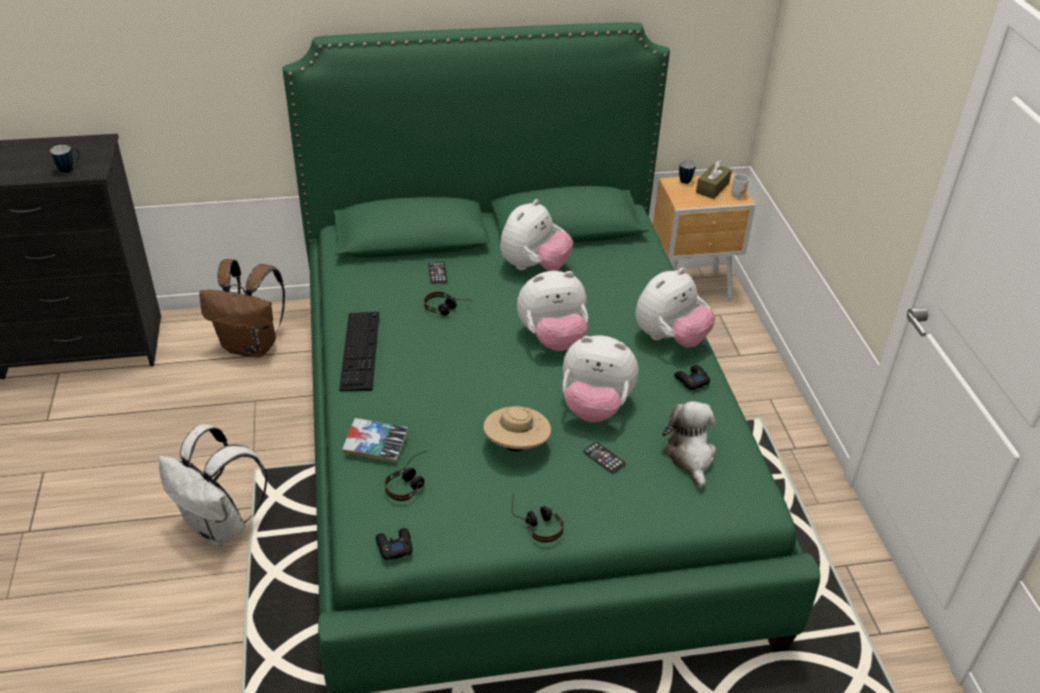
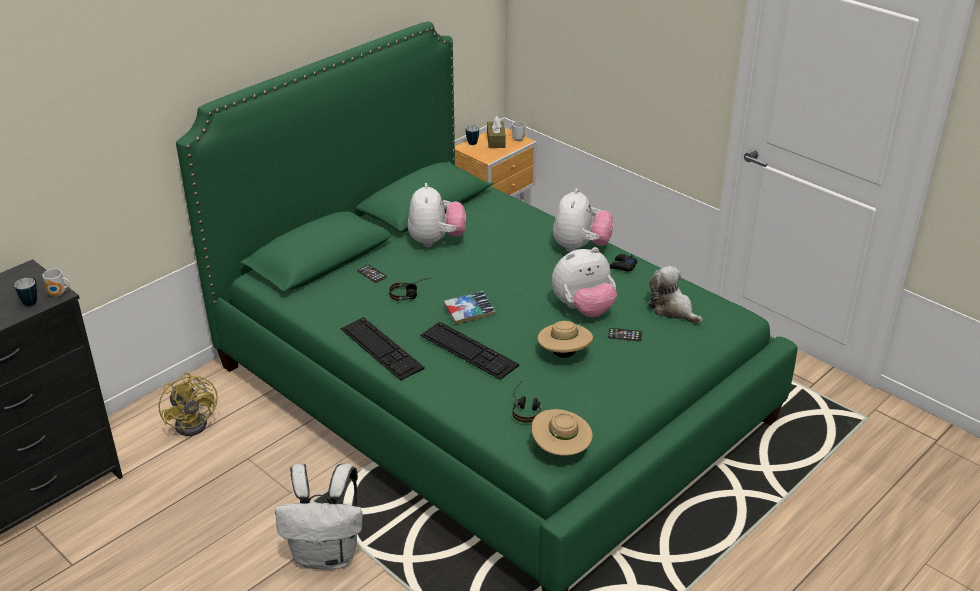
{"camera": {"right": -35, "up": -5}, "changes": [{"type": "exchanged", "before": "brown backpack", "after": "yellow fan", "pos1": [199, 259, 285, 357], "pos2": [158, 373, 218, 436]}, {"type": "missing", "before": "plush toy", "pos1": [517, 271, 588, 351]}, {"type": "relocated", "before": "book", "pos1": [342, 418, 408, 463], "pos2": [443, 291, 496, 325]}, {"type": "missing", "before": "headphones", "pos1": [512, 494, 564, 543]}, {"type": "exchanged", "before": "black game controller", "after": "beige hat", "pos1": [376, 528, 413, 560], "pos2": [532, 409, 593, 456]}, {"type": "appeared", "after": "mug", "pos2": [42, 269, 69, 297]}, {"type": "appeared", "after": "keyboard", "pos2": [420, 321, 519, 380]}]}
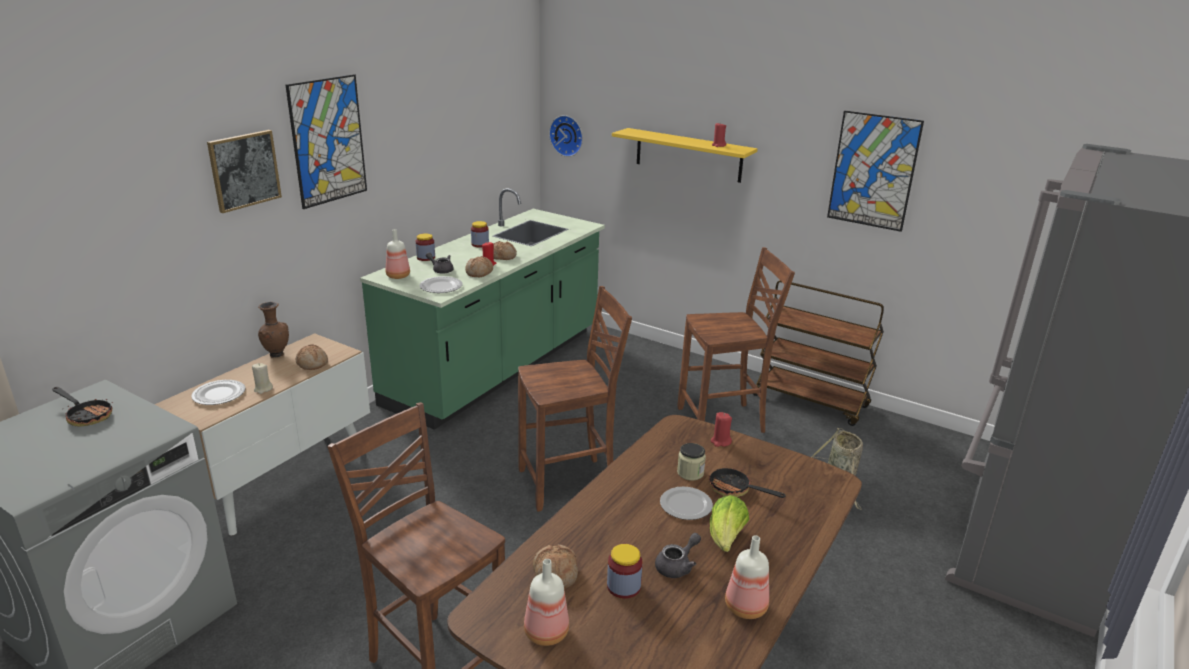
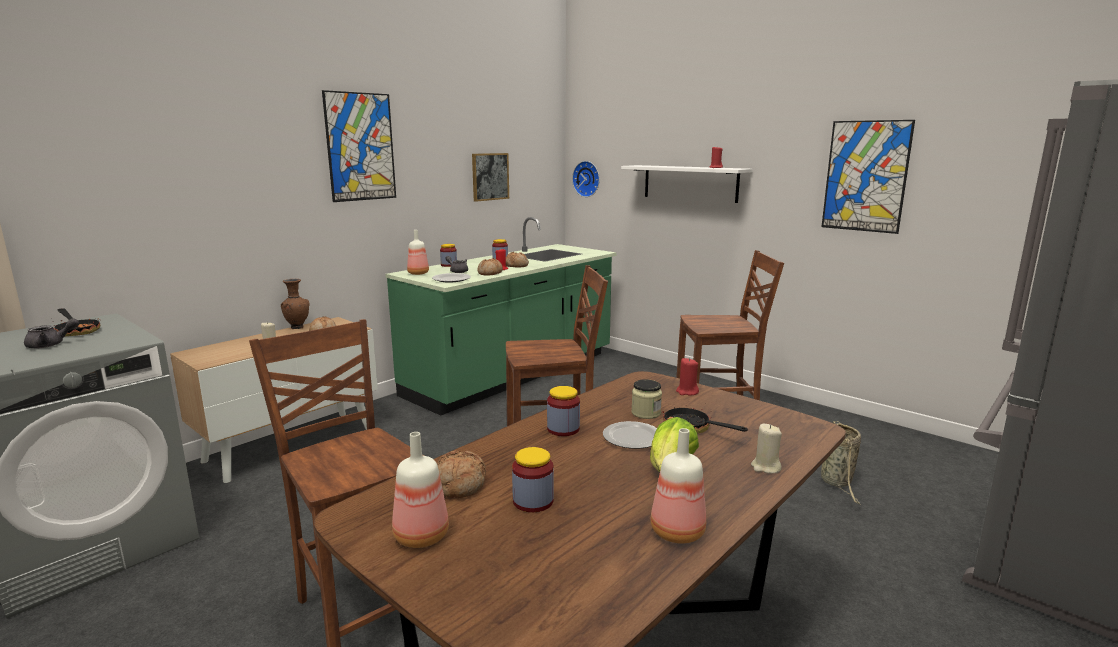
{"camera": {"right": 10, "up": -10}, "changes": [{"type": "colour", "before": "yellow shelf", "after": "white shelf", "pos1": [612, 128, 757, 183], "pos2": [621, 165, 753, 203]}, {"type": "relocated", "before": "picture", "pos1": [207, 130, 282, 213], "pos2": [472, 153, 509, 202]}, {"type": "missing", "before": "brown cart", "pos1": [753, 280, 884, 426]}, {"type": "missing", "before": "plate", "pos1": [191, 380, 245, 405]}, {"type": "relocated", "before": "grey teapot", "pos1": [655, 533, 701, 578], "pos2": [24, 318, 79, 348]}, {"type": "appeared", "after": "jar", "pos2": [547, 386, 580, 436]}, {"type": "appeared", "after": "beige candle", "pos2": [751, 424, 782, 474]}]}
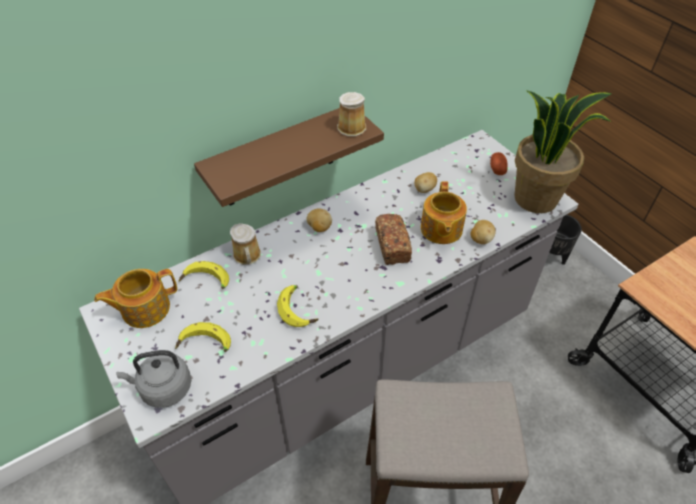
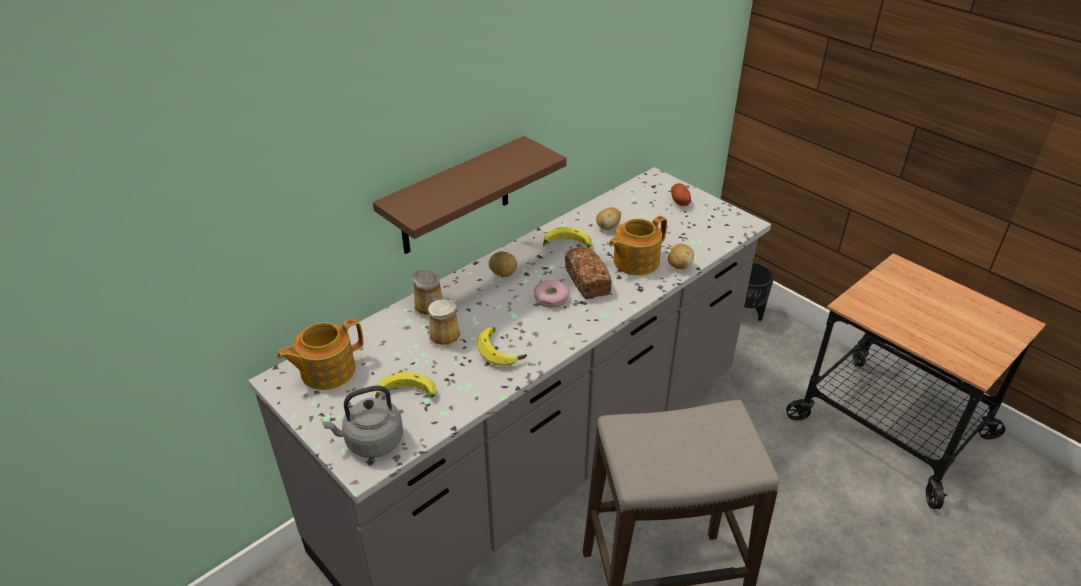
{"camera": {"right": -10, "up": -10}, "changes": [{"type": "missing", "before": "potted plant", "pos1": [514, 90, 612, 213]}, {"type": "relocated", "before": "mug", "pos1": [337, 92, 366, 137], "pos2": [428, 299, 461, 348]}, {"type": "spun", "before": "teapot", "pos1": [421, 181, 467, 244], "pos2": [609, 216, 667, 275], "turn": 60}, {"type": "relocated", "before": "banana", "pos1": [179, 261, 229, 289], "pos2": [543, 227, 592, 248]}, {"type": "appeared", "after": "donut", "pos2": [534, 280, 569, 308]}]}
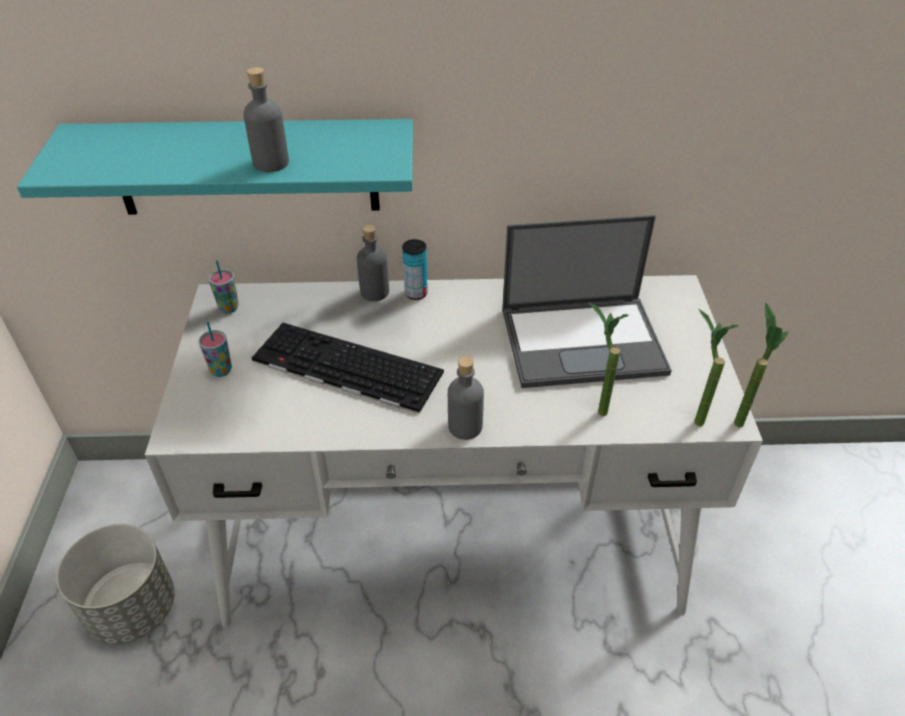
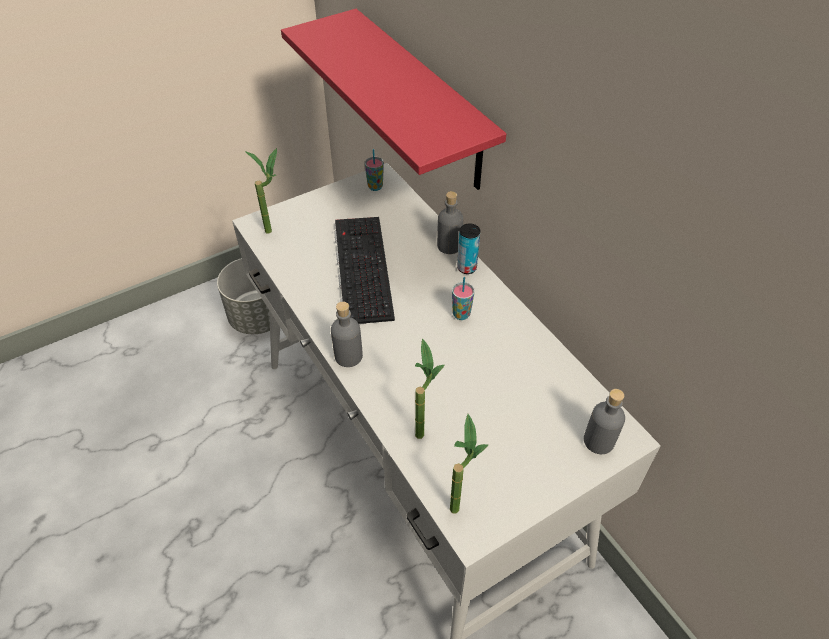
{"camera": {"right": 60, "up": 5}, "changes": [{"type": "relocated", "before": "grey bottle", "pos1": [243, 67, 289, 172], "pos2": [584, 389, 625, 454]}, {"type": "colour", "before": "turquoise shelf", "after": "red shelf", "pos1": [17, 119, 413, 215], "pos2": [281, 9, 506, 190]}, {"type": "missing", "before": "laptop", "pos1": [502, 215, 672, 388]}, {"type": "relocated", "before": "potted plant", "pos1": [734, 302, 789, 427], "pos2": [245, 148, 277, 233]}, {"type": "relocated", "before": "cup", "pos1": [199, 322, 232, 377], "pos2": [452, 277, 475, 320]}]}
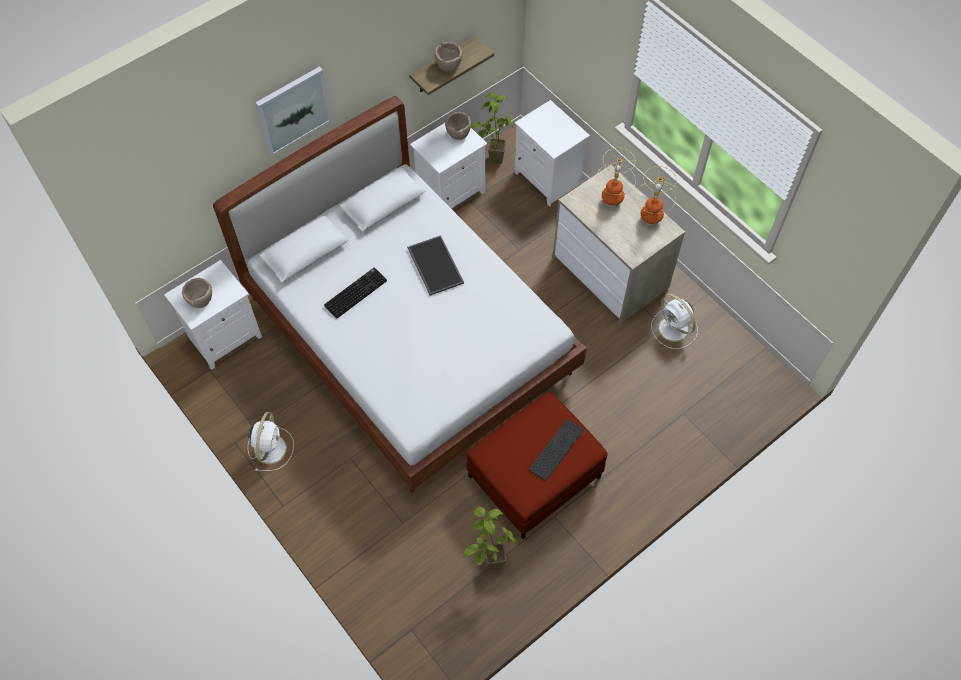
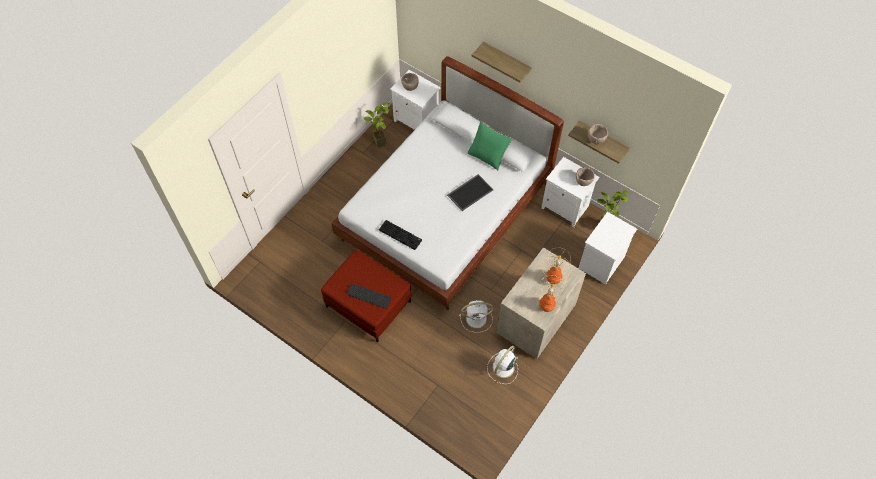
{"camera": {"right": 75, "up": 0}, "changes": [{"type": "exchanged", "before": "picture", "after": "shelf", "pos1": [255, 67, 332, 156], "pos2": [472, 42, 532, 83]}, {"type": "relocated", "before": "keyboard", "pos1": [324, 267, 387, 318], "pos2": [379, 220, 422, 250]}, {"type": "relocated", "before": "white fan", "pos1": [248, 412, 294, 471], "pos2": [459, 300, 493, 333]}, {"type": "relocated", "before": "potted plant", "pos1": [463, 507, 518, 570], "pos2": [364, 103, 389, 148]}, {"type": "appeared", "after": "green pillow", "pos2": [468, 122, 512, 170]}]}
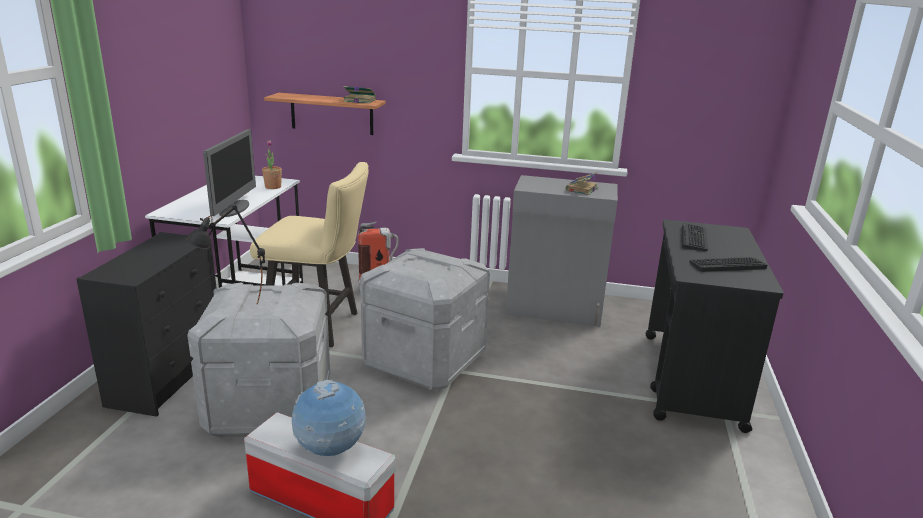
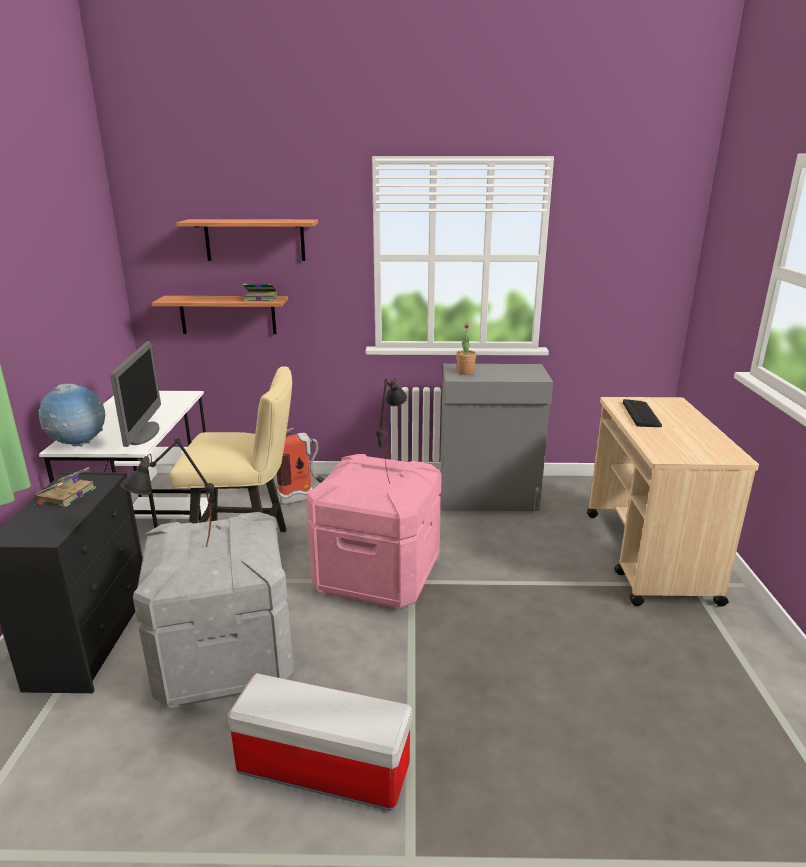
{"camera": {"right": -10, "up": 0}, "changes": [{"type": "relocated", "before": "potted plant", "pos1": [262, 140, 282, 189], "pos2": [456, 323, 476, 375]}, {"type": "relocated", "before": "book", "pos1": [566, 172, 598, 195], "pos2": [35, 467, 96, 507]}, {"type": "colour", "before": "black cart", "after": "beige cart", "pos1": [646, 220, 784, 433], "pos2": [587, 397, 759, 607]}, {"type": "colour", "before": "grey storage box", "after": "pink storage box", "pos1": [360, 248, 490, 390], "pos2": [306, 454, 442, 609]}, {"type": "missing", "before": "keyboard", "pos1": [689, 257, 767, 272]}, {"type": "relocated", "before": "globe", "pos1": [292, 380, 366, 456], "pos2": [38, 384, 105, 447]}, {"type": "appeared", "after": "shelf", "pos2": [176, 219, 318, 261]}, {"type": "appeared", "after": "black table lamp", "pos2": [376, 378, 407, 484]}]}
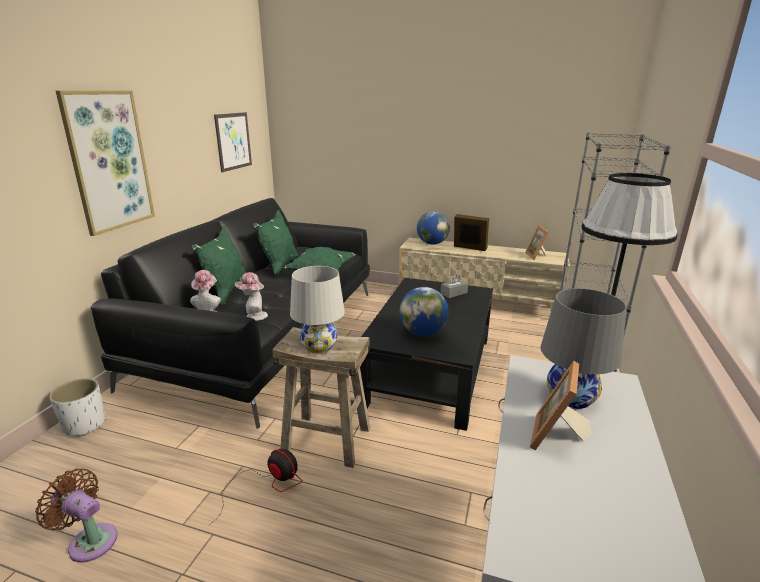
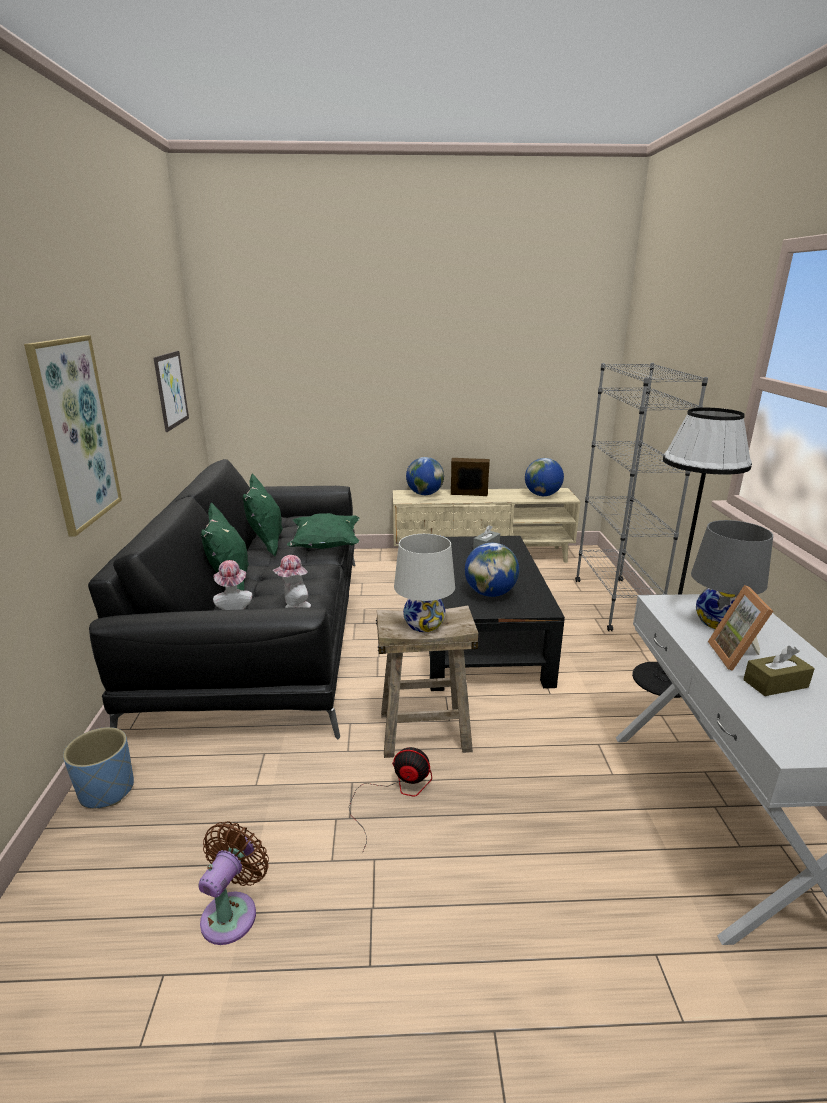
{"camera": {"right": -20, "up": 0}, "changes": [{"type": "exchanged", "before": "picture frame", "after": "globe", "pos1": [525, 226, 549, 260], "pos2": [525, 458, 564, 496]}, {"type": "colour", "before": "white planter", "after": "blue planter", "pos1": [49, 378, 106, 436], "pos2": [63, 727, 134, 808]}, {"type": "spun", "before": "brown fan", "pos1": [35, 469, 118, 563], "pos2": [199, 821, 269, 945], "turn": 105}, {"type": "appeared", "after": "brown tissue box", "pos2": [743, 646, 815, 696]}]}
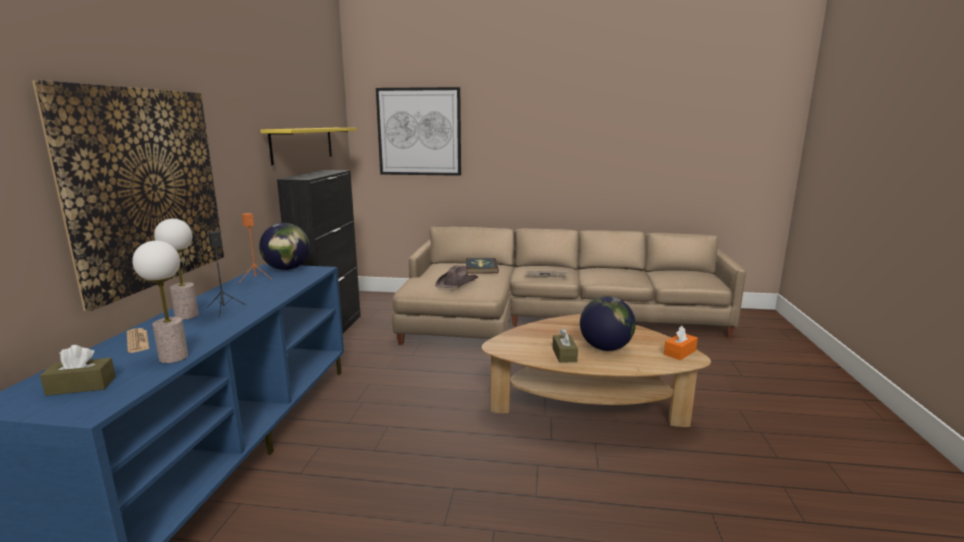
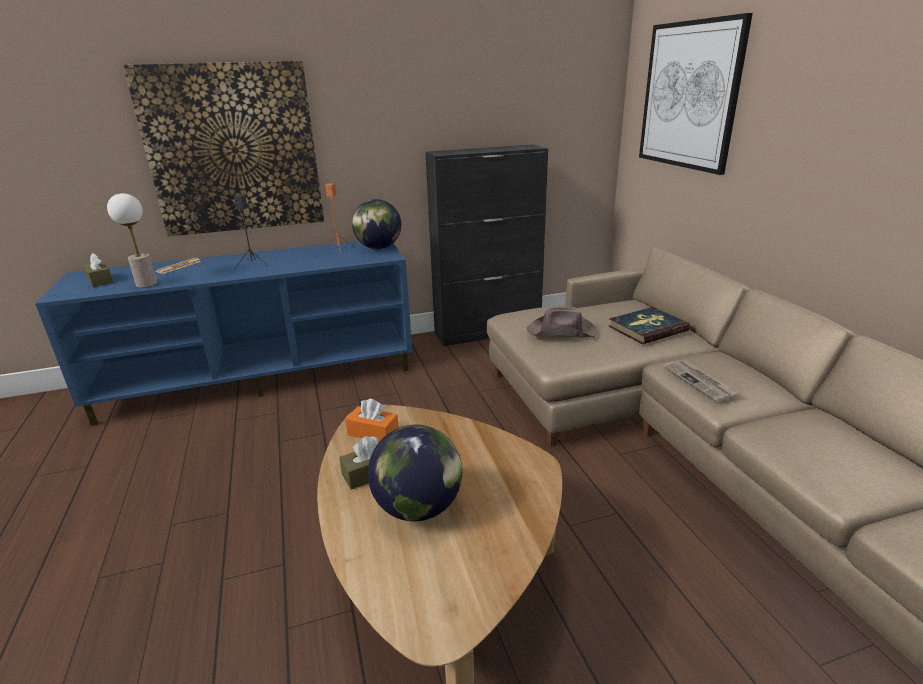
{"camera": {"right": 65, "up": 10}, "changes": [{"type": "missing", "before": "yellow shelf", "pos1": [260, 128, 357, 165]}, {"type": "missing", "before": "table lamp", "pos1": [154, 219, 199, 320]}, {"type": "relocated", "before": "orange tissue box", "pos1": [664, 326, 698, 360], "pos2": [345, 399, 399, 442]}]}
